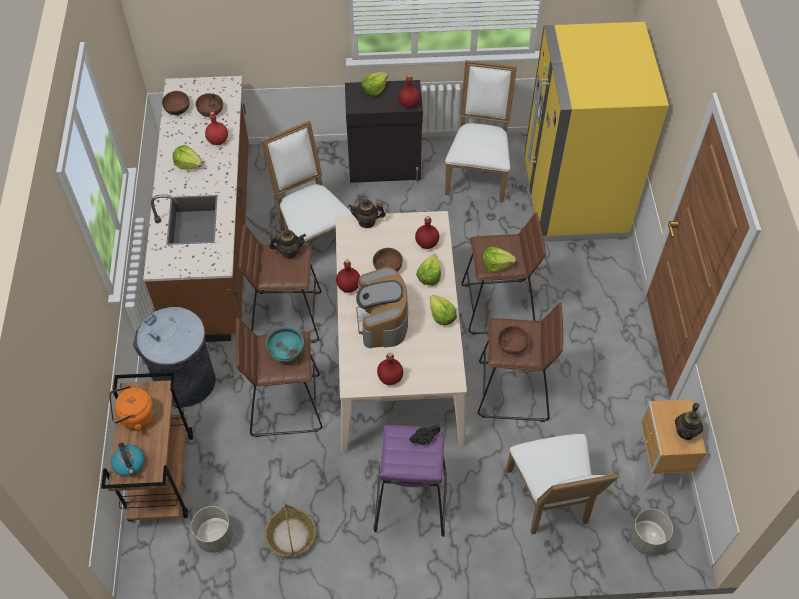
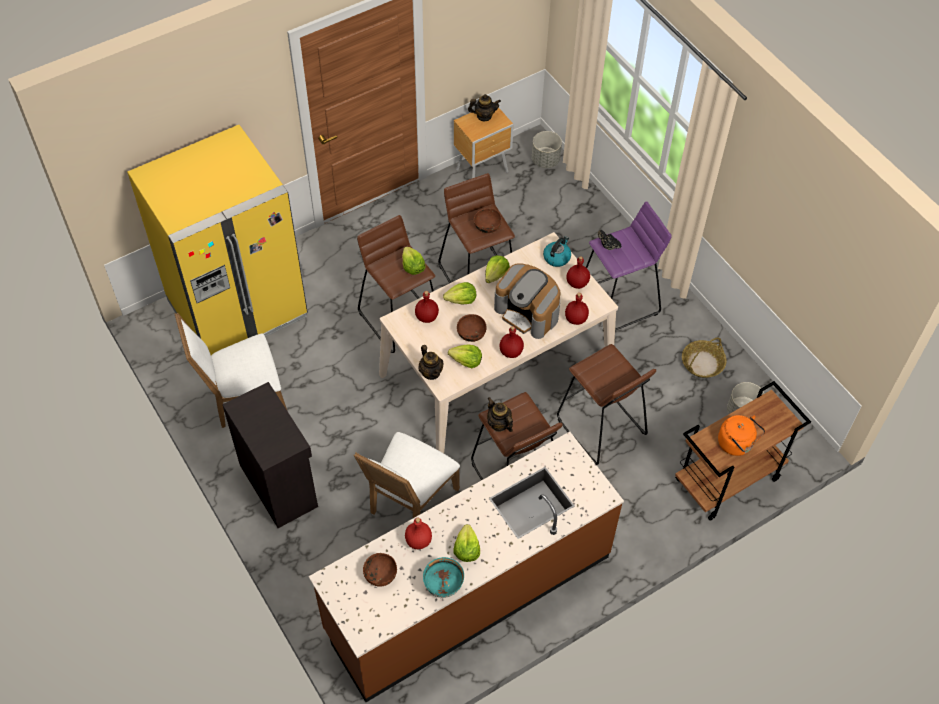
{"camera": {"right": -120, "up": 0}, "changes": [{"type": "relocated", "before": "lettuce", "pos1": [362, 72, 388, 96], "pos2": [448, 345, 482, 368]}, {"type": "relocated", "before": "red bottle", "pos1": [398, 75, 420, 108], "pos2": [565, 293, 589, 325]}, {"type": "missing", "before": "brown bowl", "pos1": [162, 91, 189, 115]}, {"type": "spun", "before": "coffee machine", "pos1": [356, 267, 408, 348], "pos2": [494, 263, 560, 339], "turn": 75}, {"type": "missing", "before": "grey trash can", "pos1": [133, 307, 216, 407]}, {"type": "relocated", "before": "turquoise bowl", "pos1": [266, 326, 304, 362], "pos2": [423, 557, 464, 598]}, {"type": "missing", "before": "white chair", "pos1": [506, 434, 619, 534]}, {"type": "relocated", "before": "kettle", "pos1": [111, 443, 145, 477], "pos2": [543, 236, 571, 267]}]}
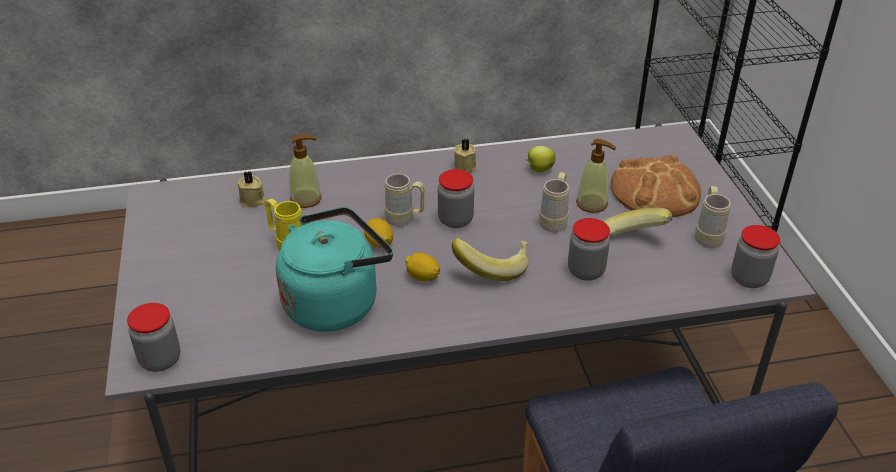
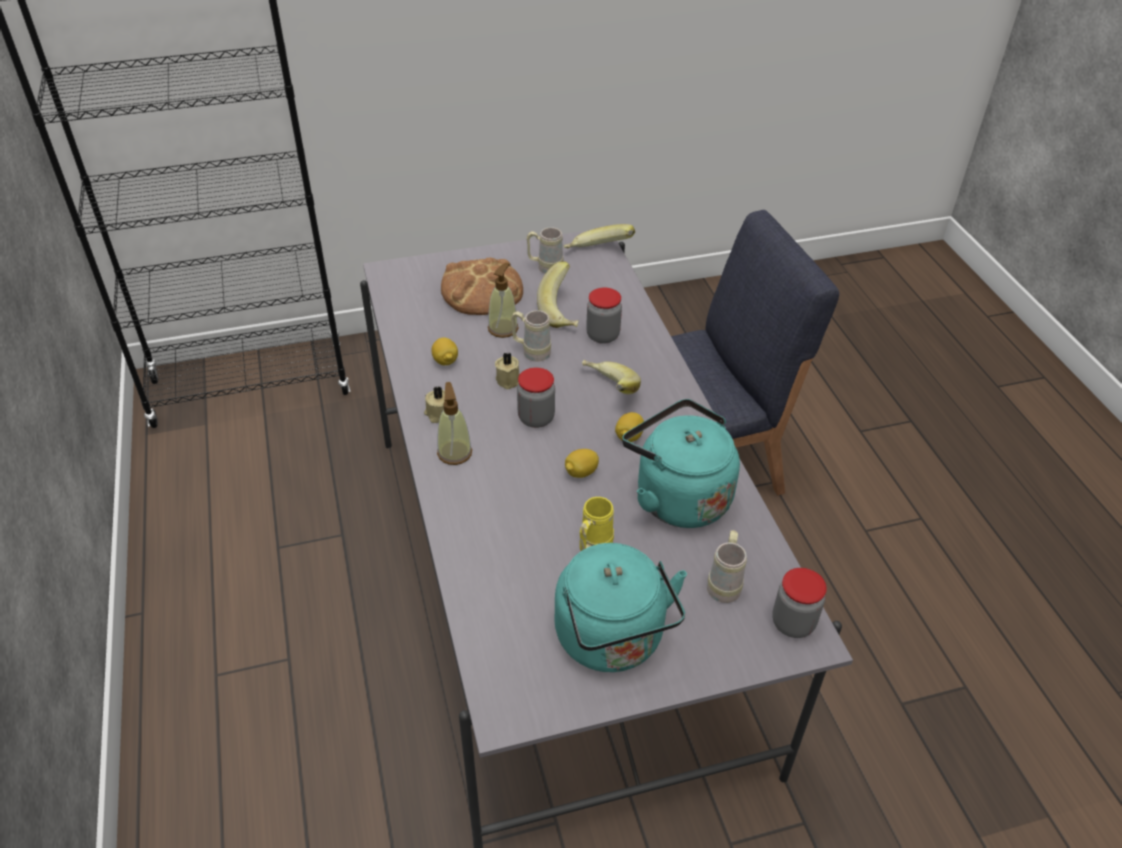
{"camera": {"right": -95, "up": 5}, "changes": [{"type": "relocated", "before": "soap dispenser", "pos1": [289, 134, 322, 208], "pos2": [437, 382, 472, 465]}, {"type": "exchanged", "before": "apple", "after": "lemon", "pos1": [526, 146, 555, 172], "pos2": [431, 337, 458, 365]}, {"type": "relocated", "before": "beige candle", "pos1": [237, 171, 267, 208], "pos2": [495, 352, 519, 389]}, {"type": "relocated", "before": "beige mug", "pos1": [385, 174, 425, 226], "pos2": [707, 530, 747, 603]}, {"type": "exchanged", "before": "jar", "after": "banana", "pos1": [731, 225, 780, 288], "pos2": [564, 224, 635, 248]}, {"type": "appeared", "after": "turquoise kettle", "pos2": [555, 543, 687, 672]}]}
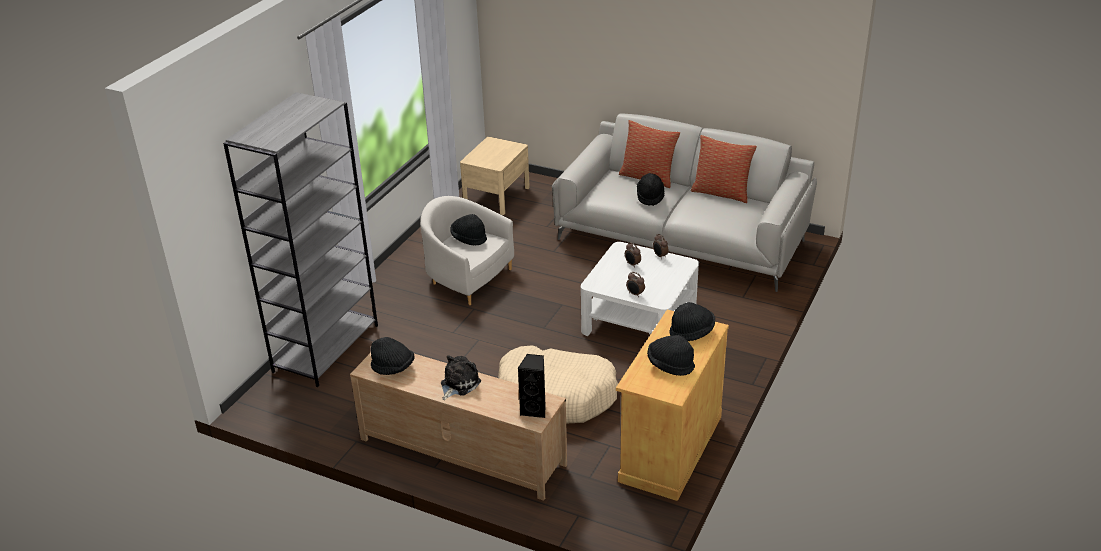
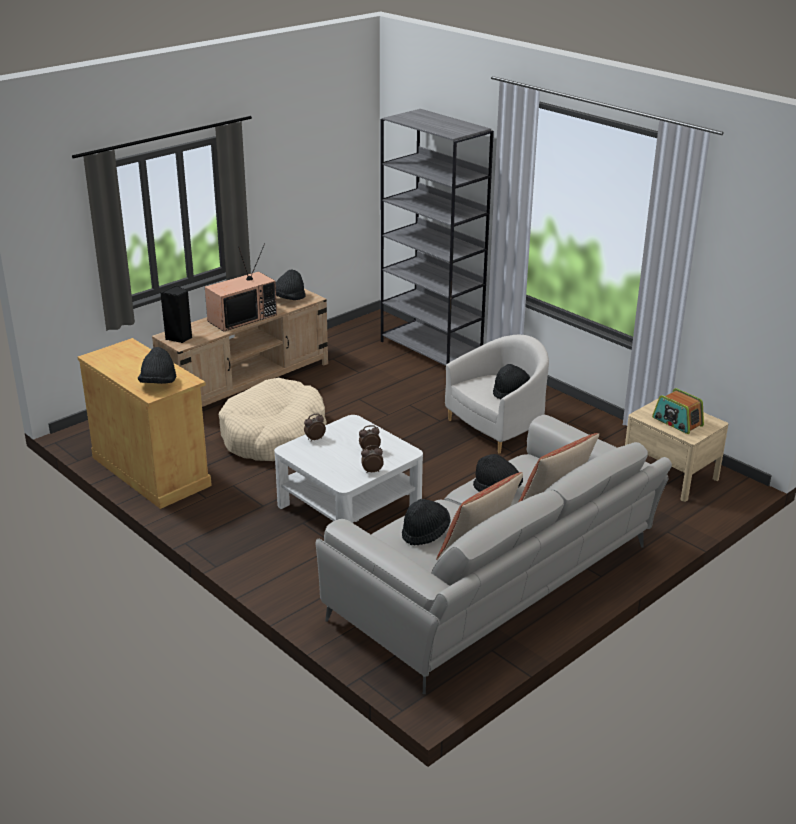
{"camera": {"right": 110, "up": -5}, "changes": [{"type": "relocated", "before": "black hat", "pos1": [647, 335, 695, 376], "pos2": [402, 499, 450, 545]}, {"type": "exchanged", "before": "plush toy", "after": "television", "pos1": [441, 355, 481, 400], "pos2": [205, 243, 277, 332]}, {"type": "appeared", "after": "radio", "pos2": [652, 388, 704, 434]}]}
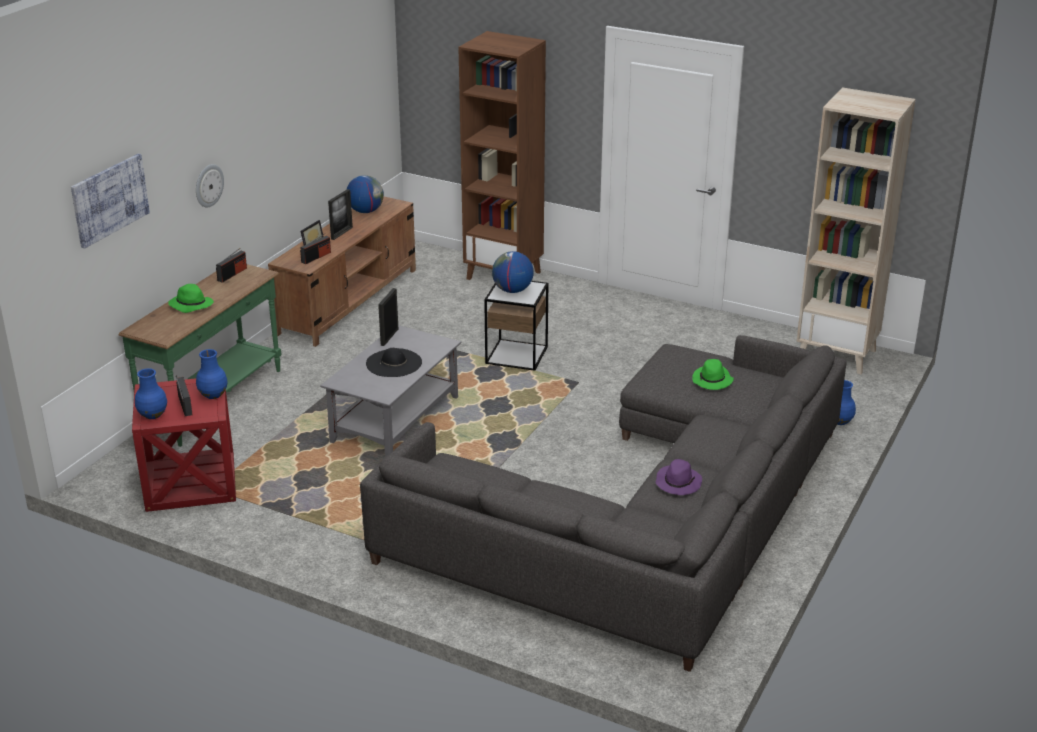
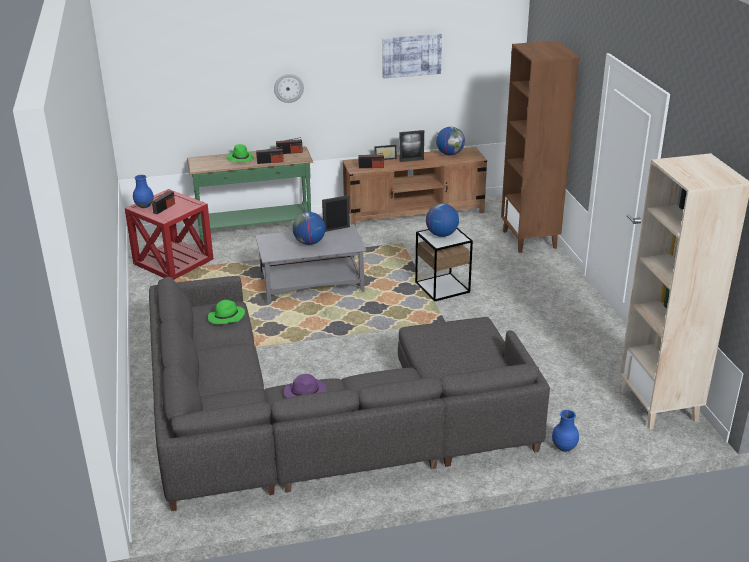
{"camera": {"right": 50, "up": 0}, "changes": [{"type": "relocated", "before": "picture", "pos1": [71, 154, 150, 249], "pos2": [382, 34, 442, 78]}, {"type": "exchanged", "before": "black hat", "after": "globe", "pos1": [366, 348, 422, 377], "pos2": [293, 212, 326, 245]}, {"type": "missing", "before": "blue vase", "pos1": [196, 349, 228, 399]}, {"type": "relocated", "before": "green hat", "pos1": [692, 359, 734, 390], "pos2": [208, 300, 245, 324]}, {"type": "appeared", "after": "radio", "pos2": [256, 147, 283, 164]}]}
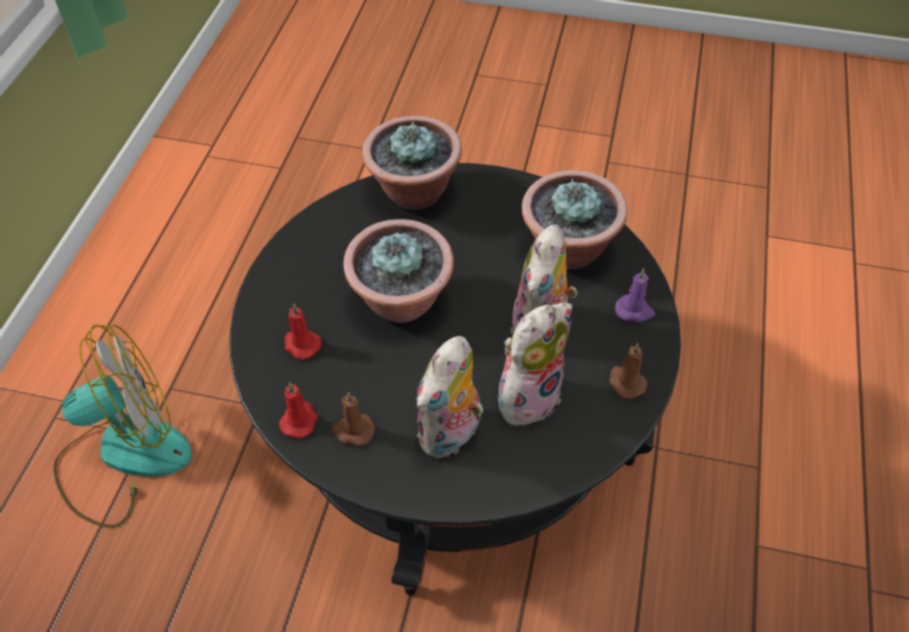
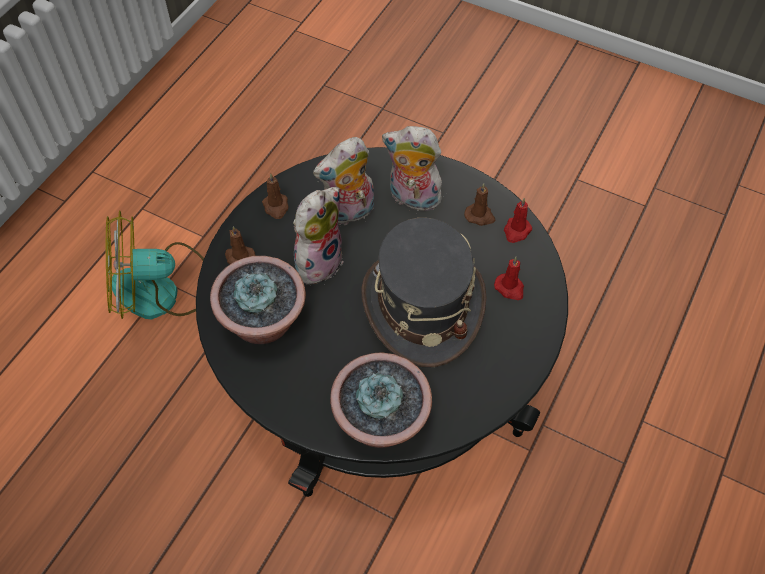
{"camera": {"right": -165, "up": 5}, "changes": [{"type": "exchanged", "before": "potted plant", "after": "grey hat", "pos1": [344, 219, 454, 323], "pos2": [361, 217, 486, 367]}, {"type": "colour", "before": "purple candle", "after": "brown candle", "pos1": [615, 268, 655, 322], "pos2": [225, 226, 256, 264]}, {"type": "relocated", "before": "fan", "pos1": [53, 324, 192, 528], "pos2": [106, 210, 204, 320]}, {"type": "spun", "before": "plush toy", "pos1": [416, 336, 483, 459], "pos2": [382, 126, 444, 211], "turn": -120}]}
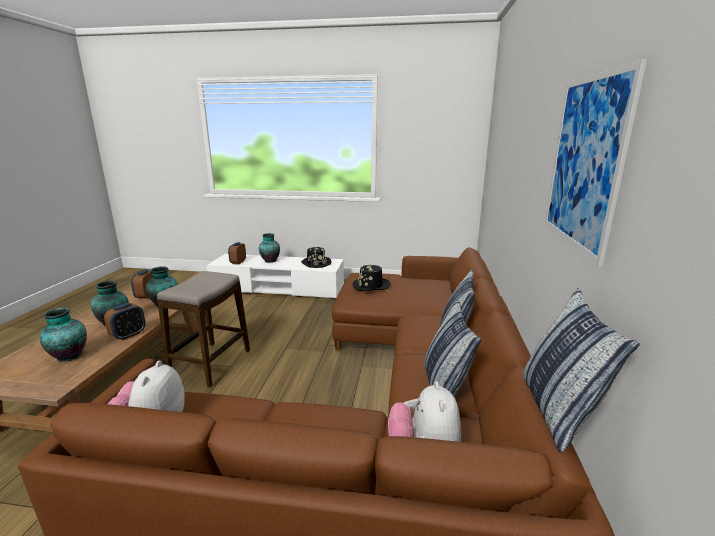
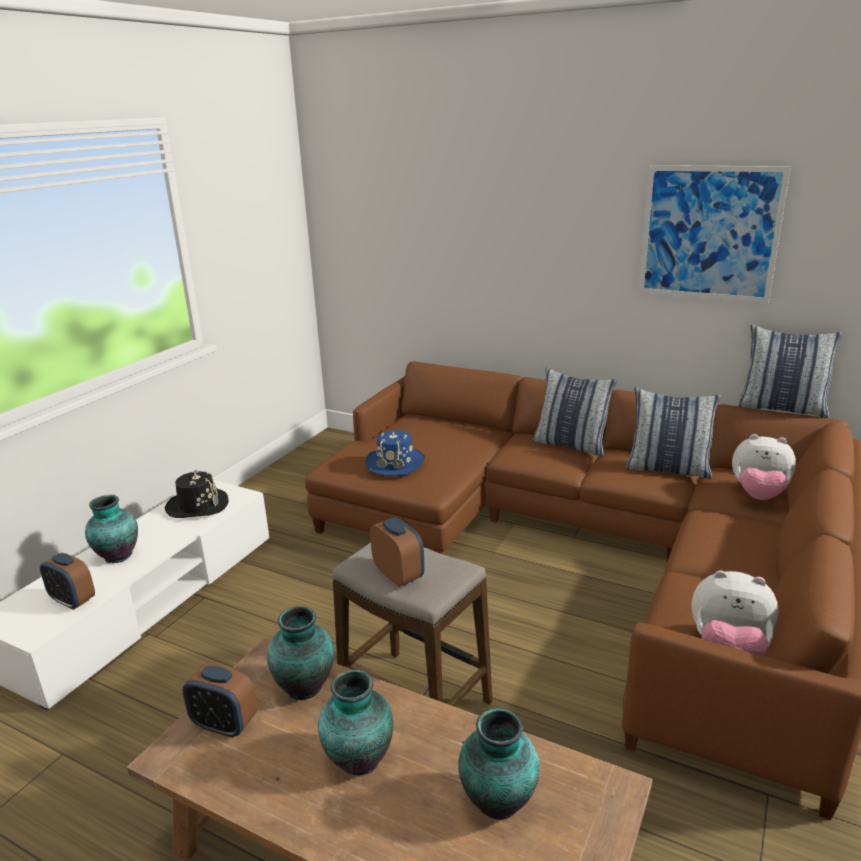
{"camera": {"right": -70, "up": 5}, "changes": [{"type": "colour", "before": "black hat", "after": "blue hat", "pos1": [353, 264, 390, 291], "pos2": [366, 430, 425, 476]}, {"type": "relocated", "before": "alarm clock", "pos1": [104, 303, 146, 340], "pos2": [370, 517, 425, 587]}]}
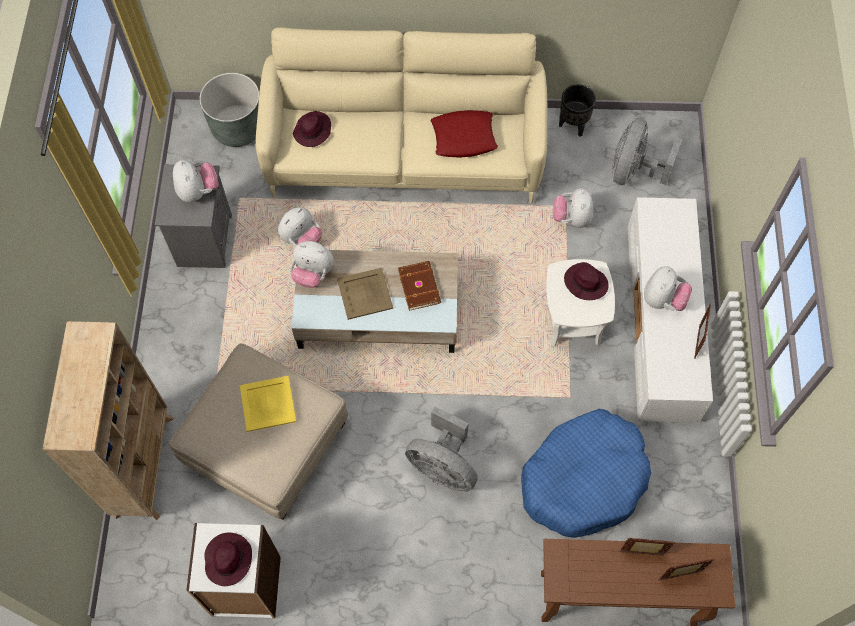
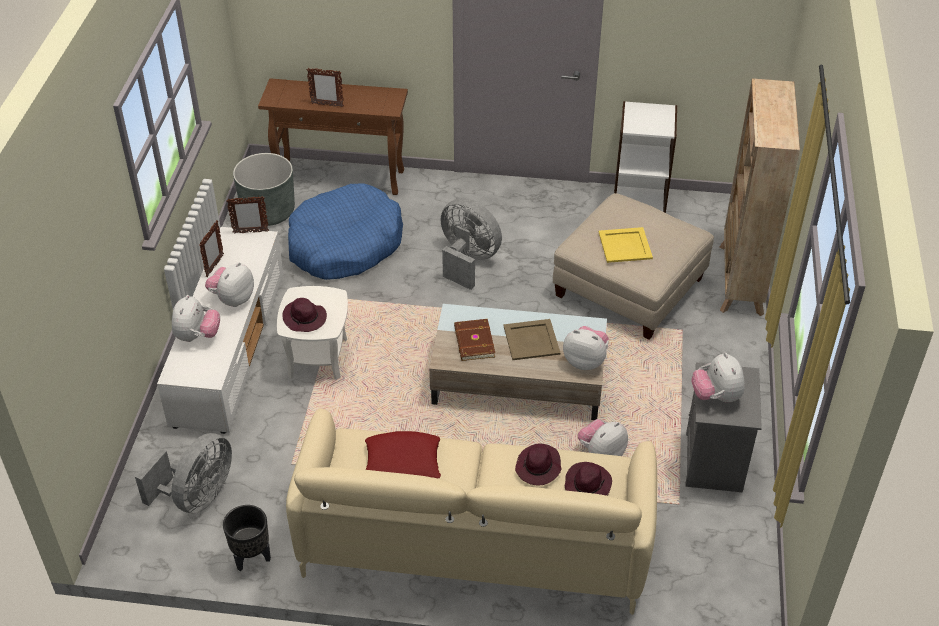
{"camera": {"right": -175, "up": -20}, "changes": [{"type": "relocated", "before": "grey planter", "pos1": [199, 73, 259, 147], "pos2": [233, 153, 295, 226]}, {"type": "relocated", "before": "plush toy", "pos1": [553, 188, 593, 228], "pos2": [172, 295, 220, 342]}, {"type": "relocated", "before": "purple hat", "pos1": [204, 532, 252, 586], "pos2": [515, 443, 561, 485]}, {"type": "relocated", "before": "picture frame", "pos1": [658, 559, 714, 580], "pos2": [226, 196, 269, 234]}]}
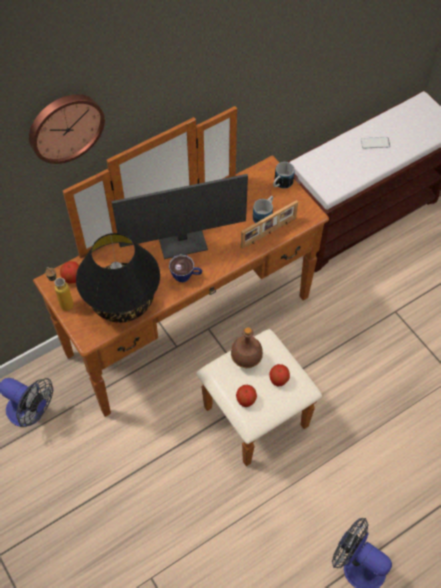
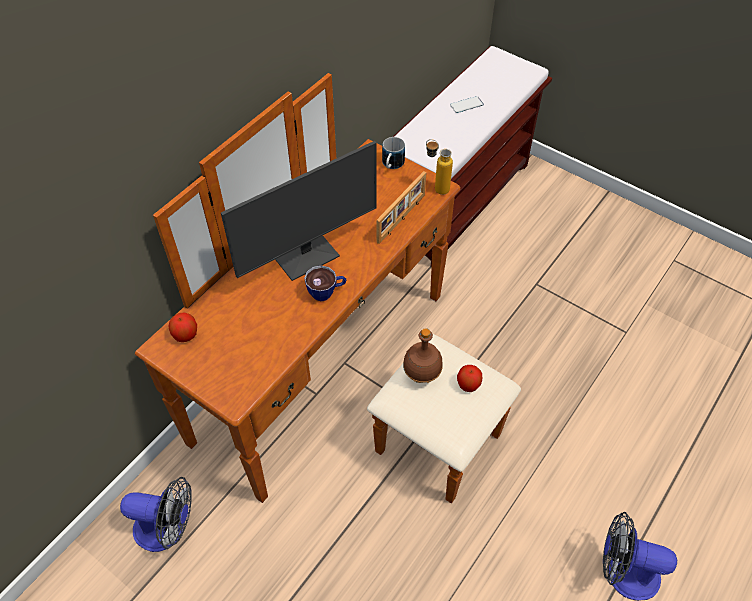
{"camera": {"right": -20, "up": -5}, "changes": [{"type": "missing", "before": "wall clock", "pos1": [29, 94, 105, 164]}, {"type": "missing", "before": "mug", "pos1": [253, 196, 273, 223]}, {"type": "missing", "before": "black table lamp", "pos1": [76, 233, 160, 323]}, {"type": "relocated", "before": "bottle", "pos1": [45, 267, 74, 311], "pos2": [426, 139, 453, 195]}, {"type": "missing", "before": "apple", "pos1": [236, 385, 257, 407]}]}
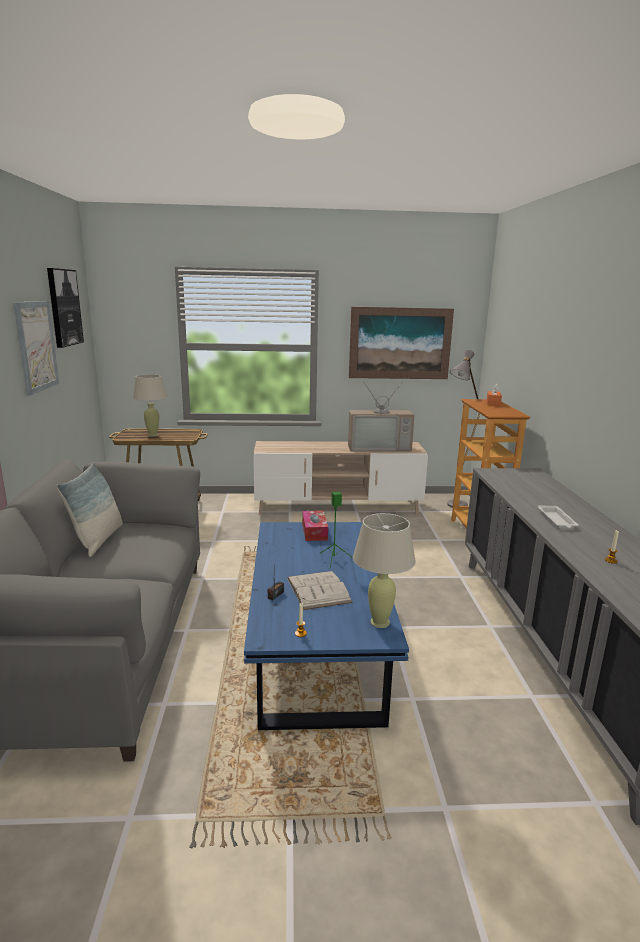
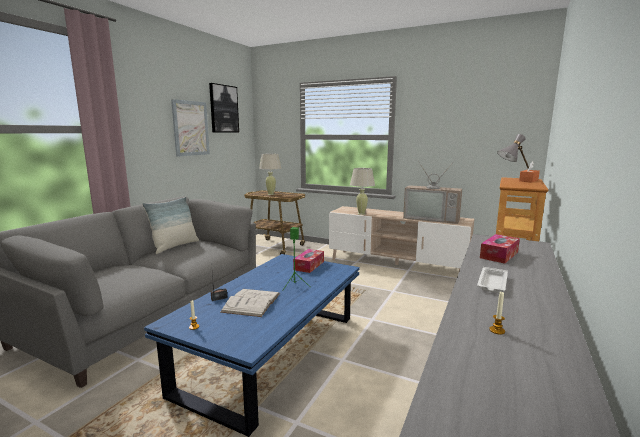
{"camera": {"right": 30, "up": -5}, "changes": [{"type": "missing", "before": "picture", "pos1": [349, 307, 454, 379]}, {"type": "relocated", "before": "beige table lamp", "pos1": [353, 513, 416, 628], "pos2": [350, 168, 375, 215]}, {"type": "appeared", "after": "tissue box", "pos2": [480, 234, 520, 264]}]}
